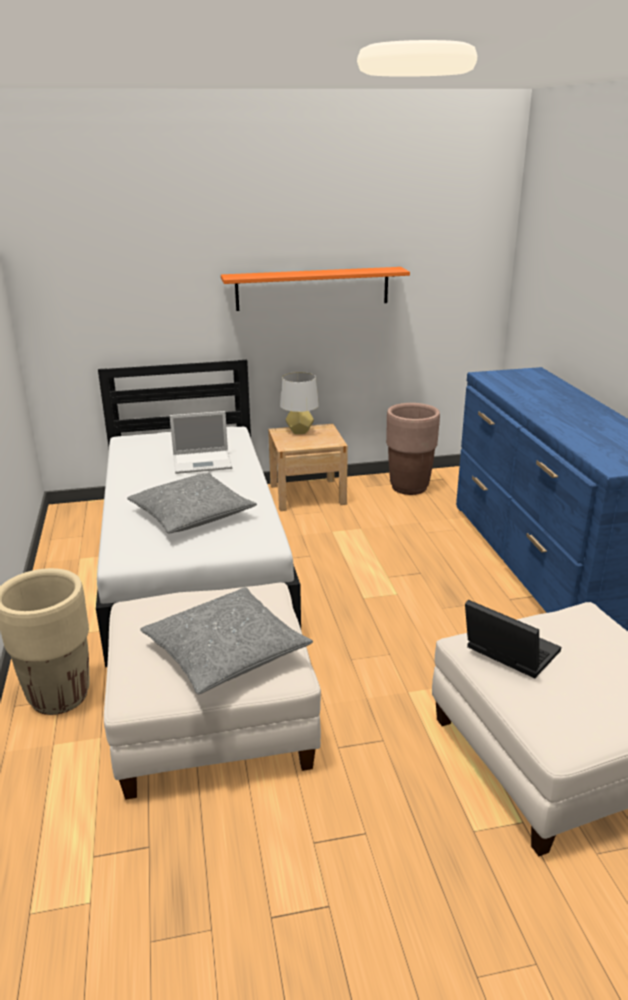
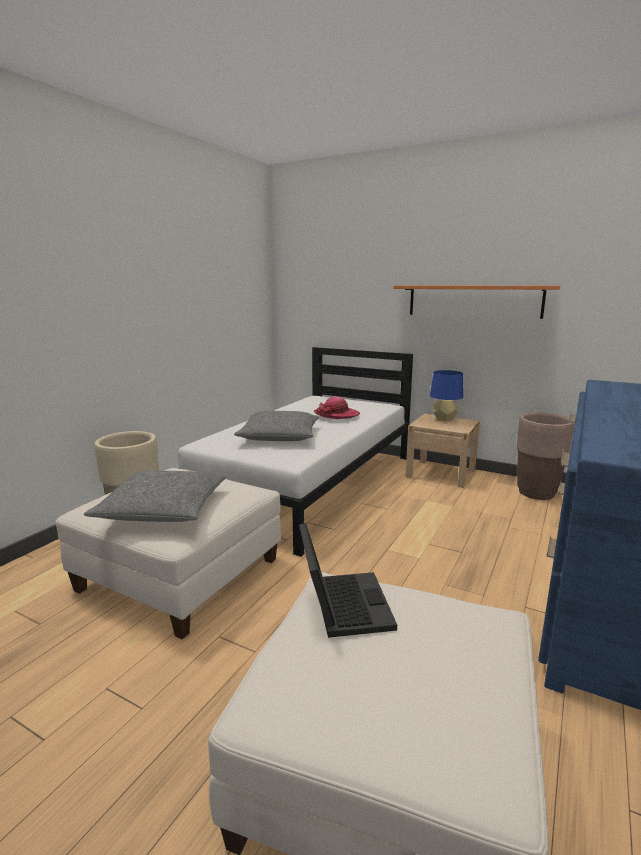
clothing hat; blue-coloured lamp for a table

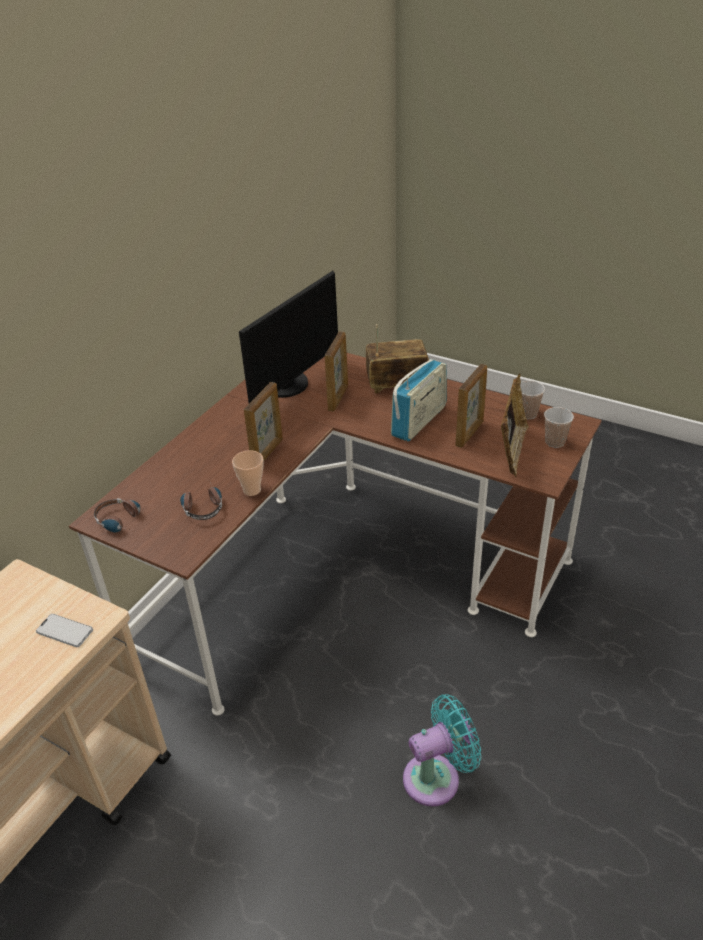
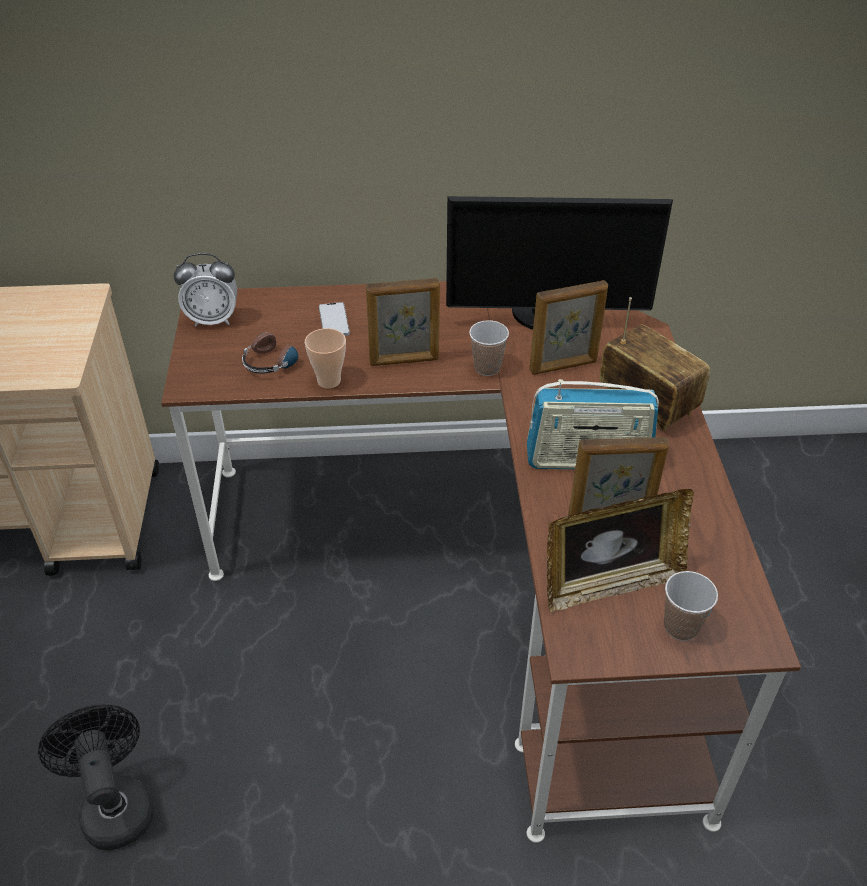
turquoise fan; black fan; phone; cup (no. 2 from left); bedside clock

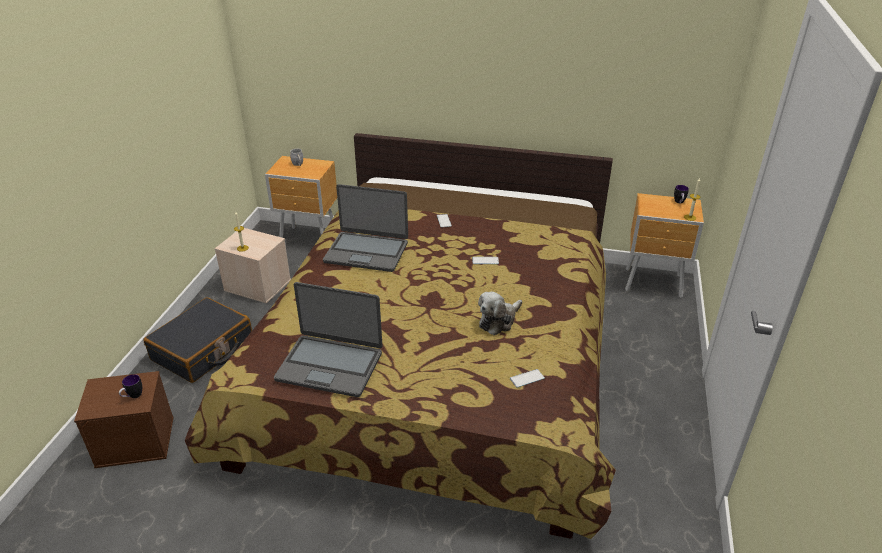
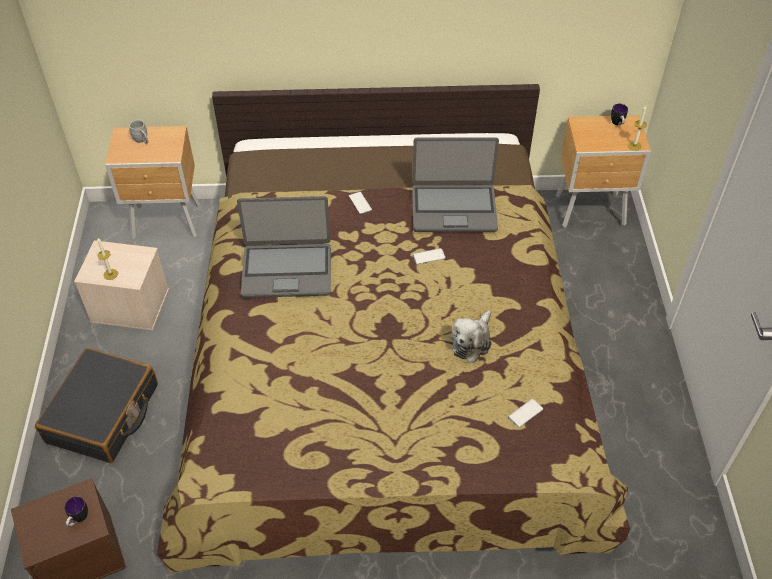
notebook computer (no. 2 from left)

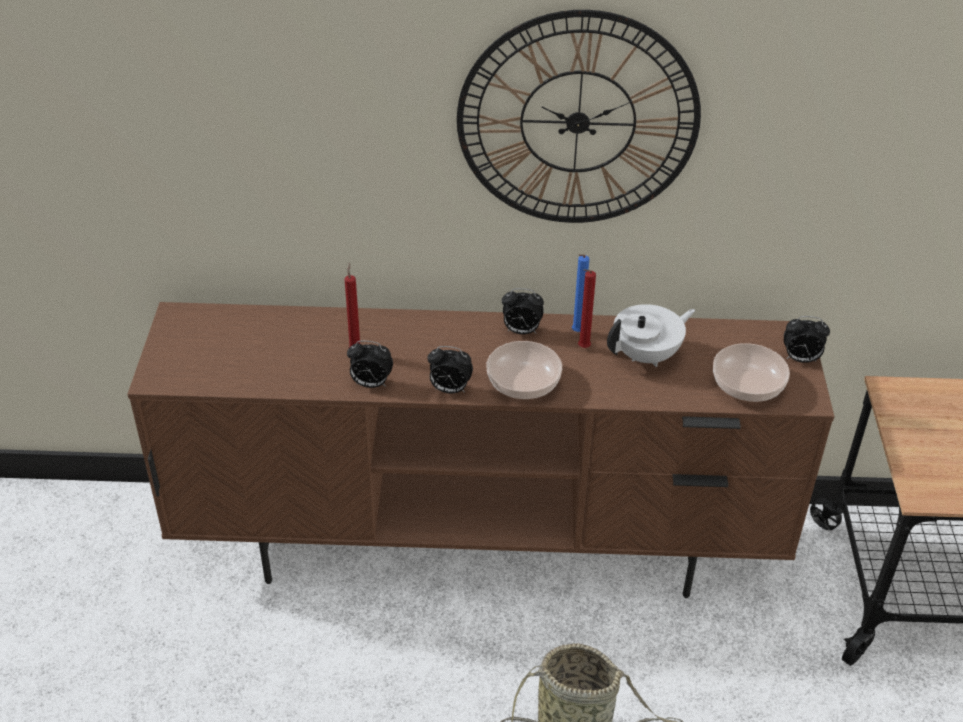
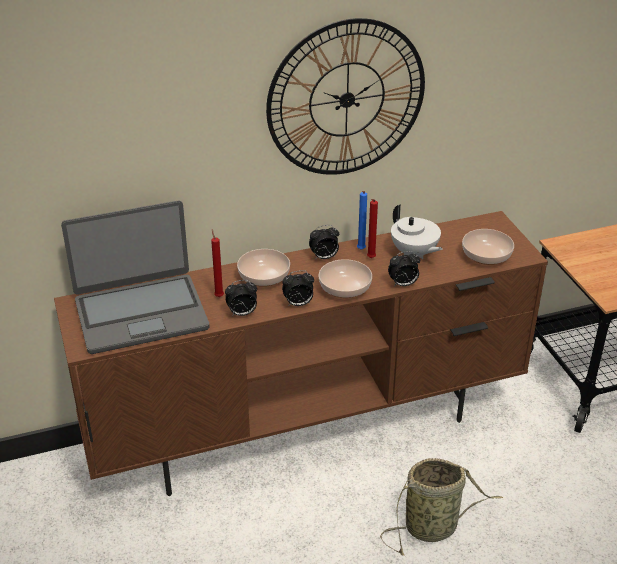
notebook computer; serving bowl (no. 1 from left); bedside clock (no. 4 from left); white-coloured pot for tea

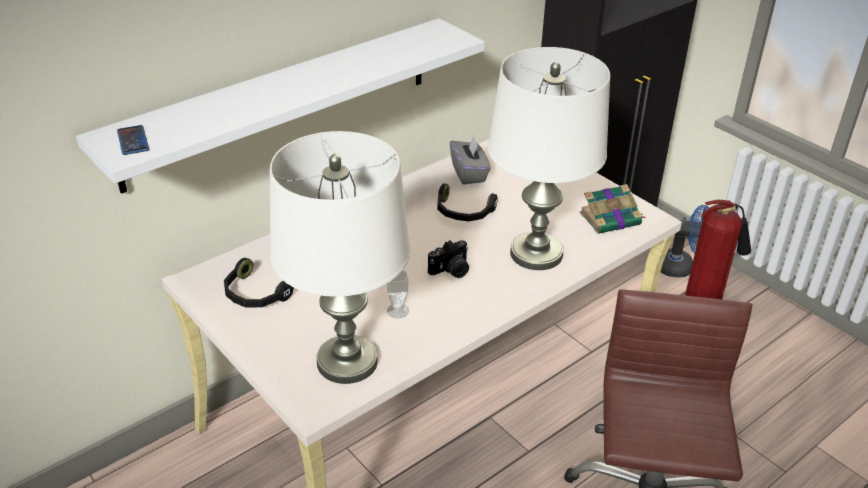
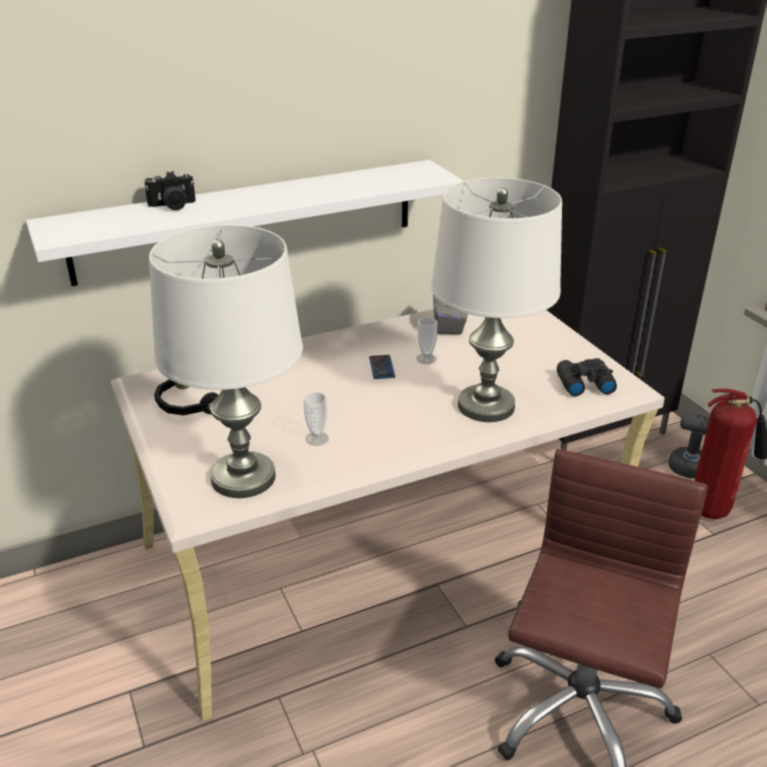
phone; photo camera; cup (no. 2 from left); black field glasses

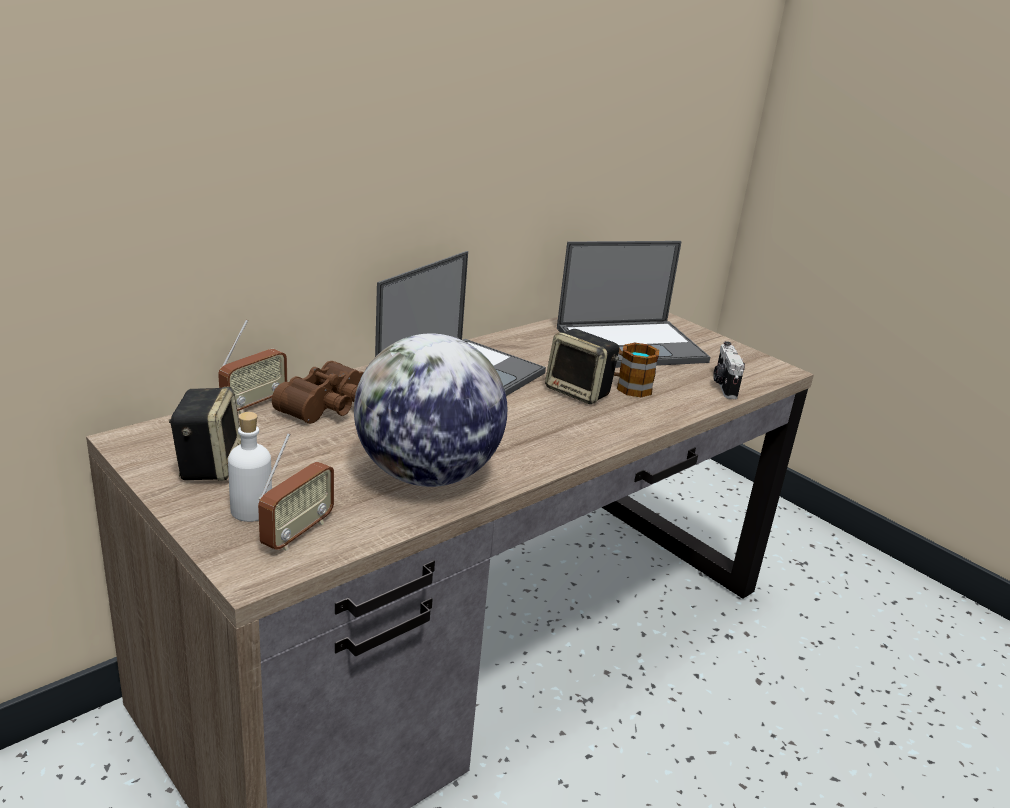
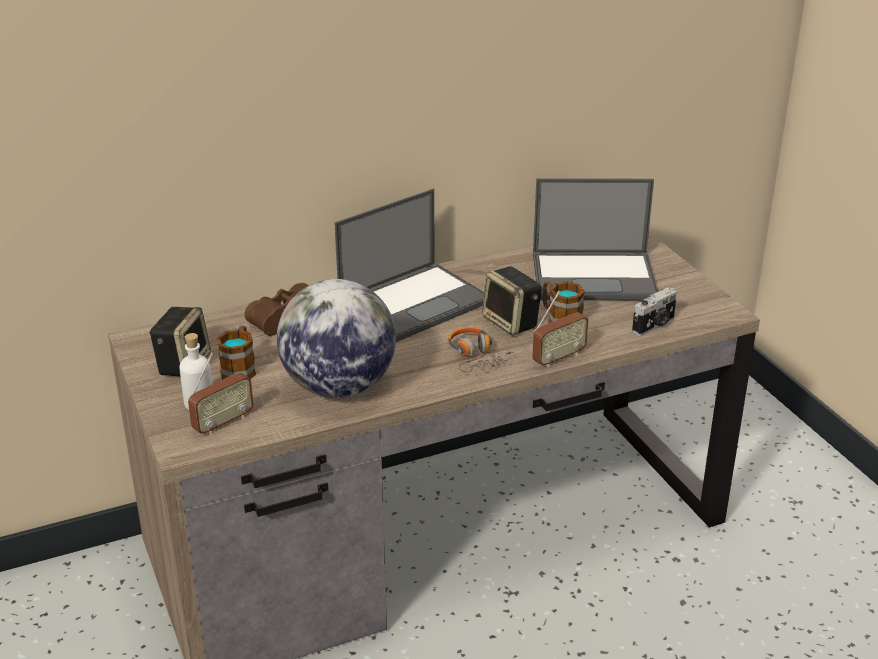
tea mug (no. 1 from left); headset; radio receiver (no. 2 from left); photo camera

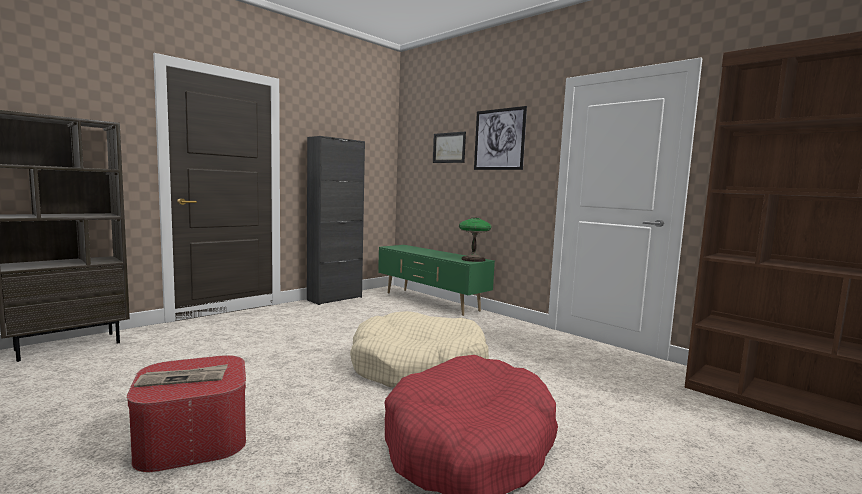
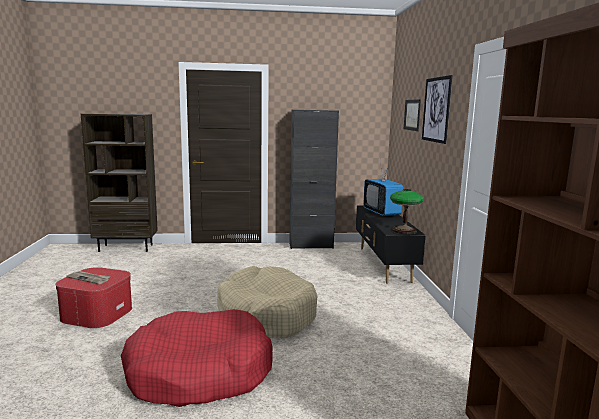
TV; black tv unit

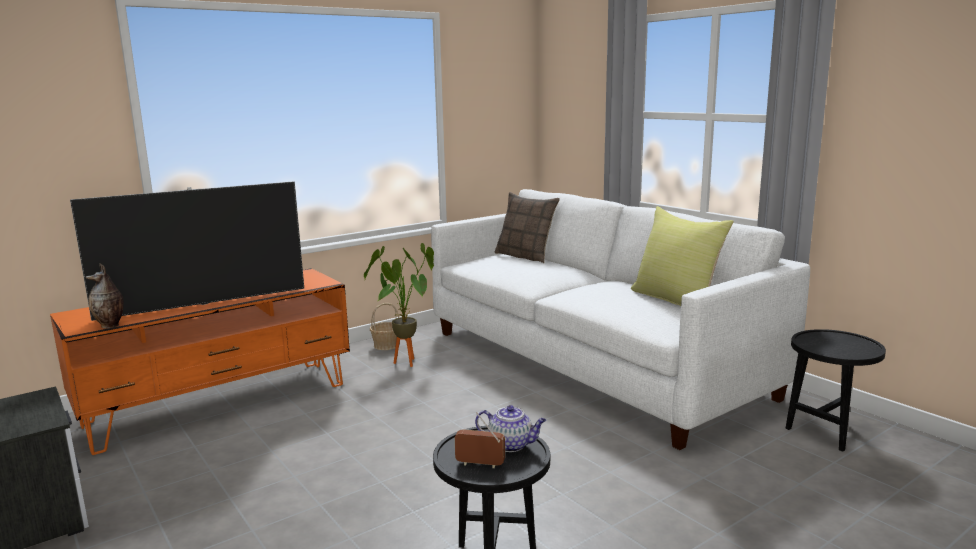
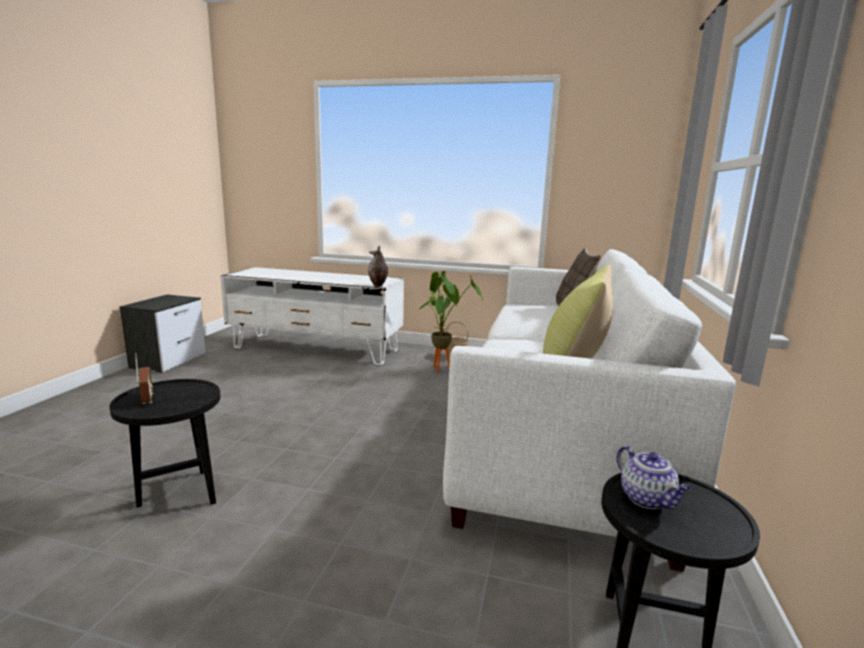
TV; flower vase; pot for tea; white-coloured tv unit

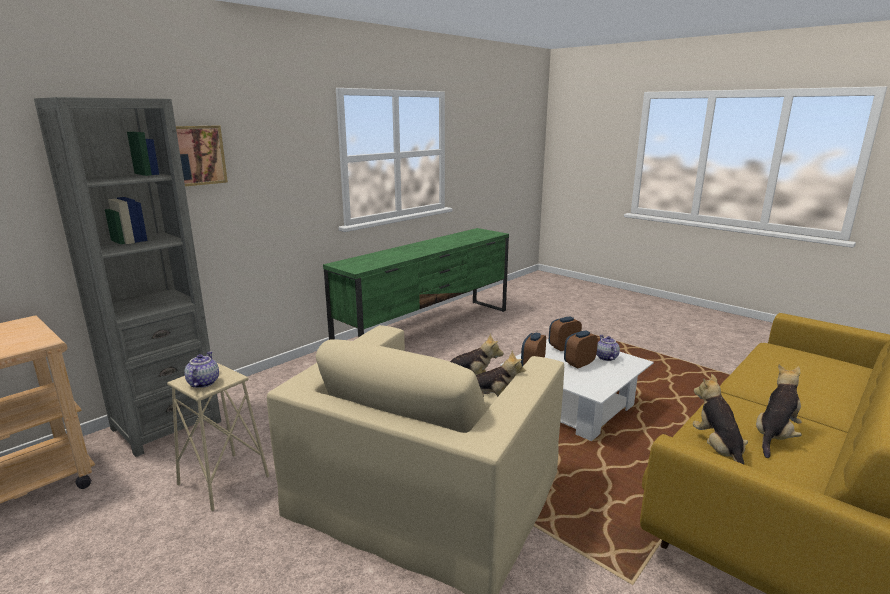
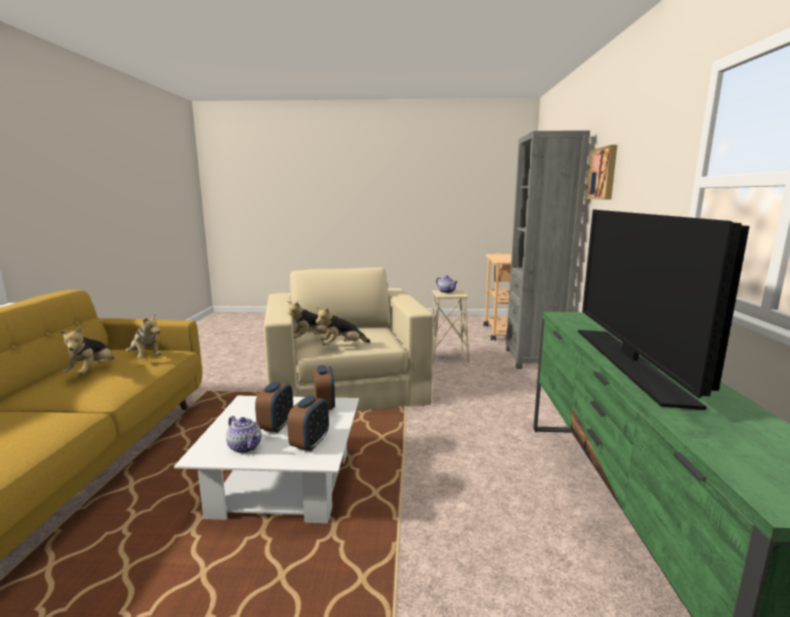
TV

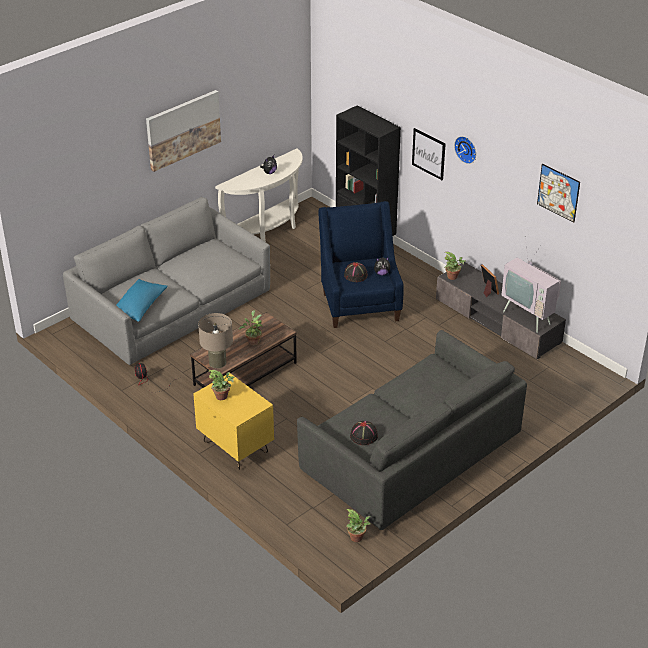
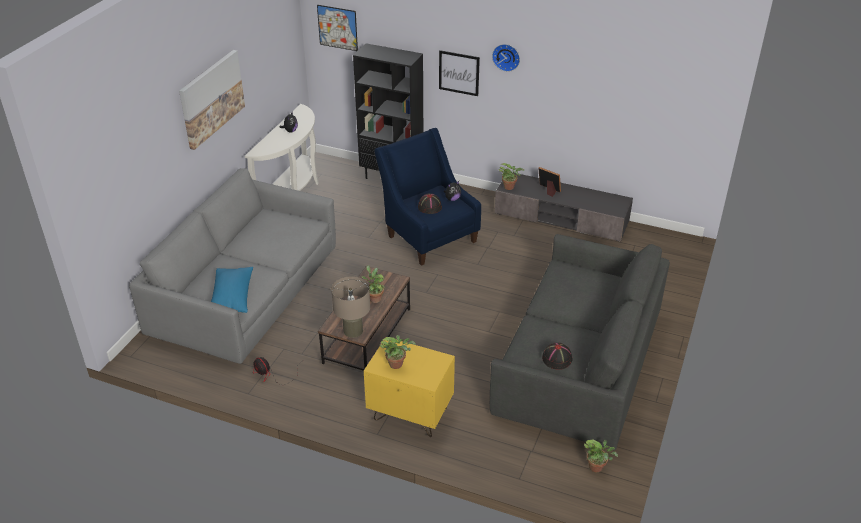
TV; wall art (no. 2 from left)

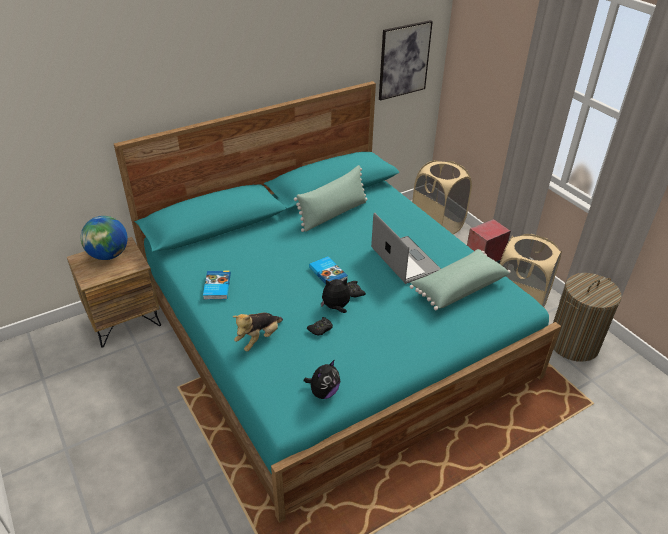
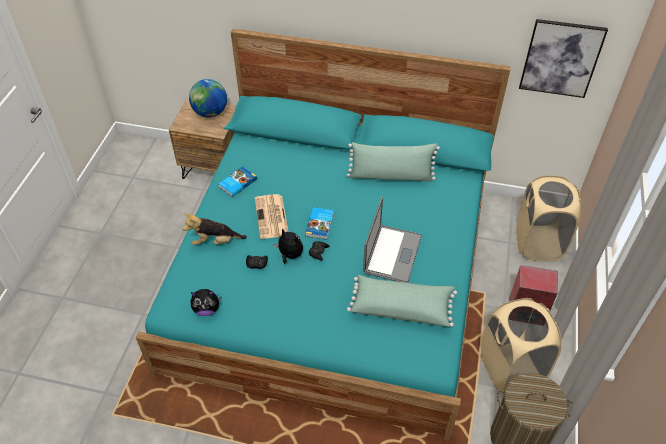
printed paper

